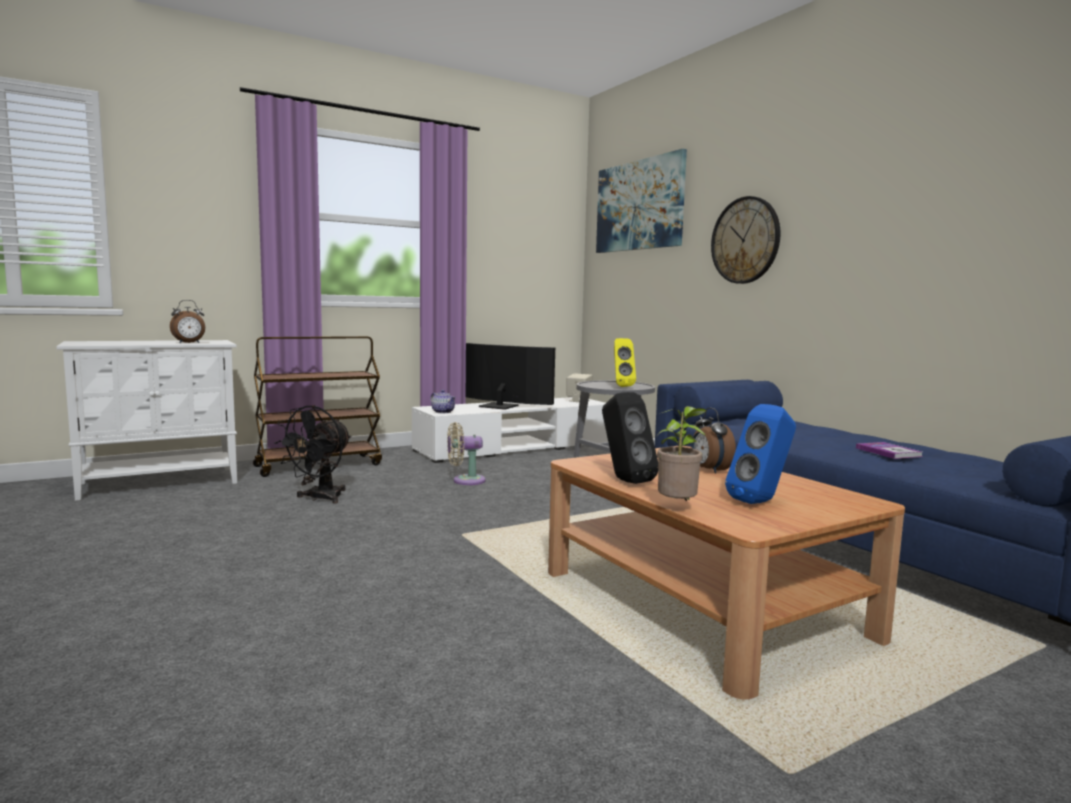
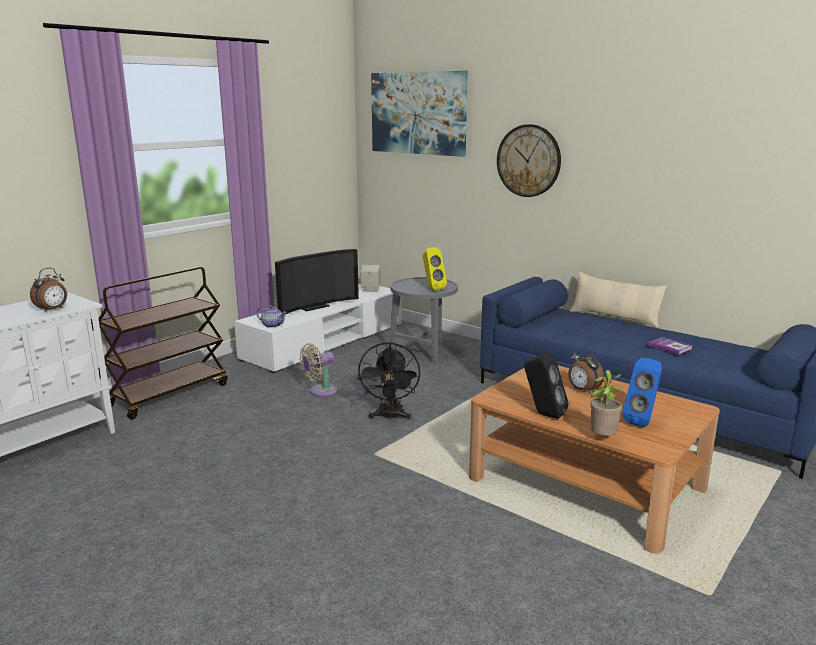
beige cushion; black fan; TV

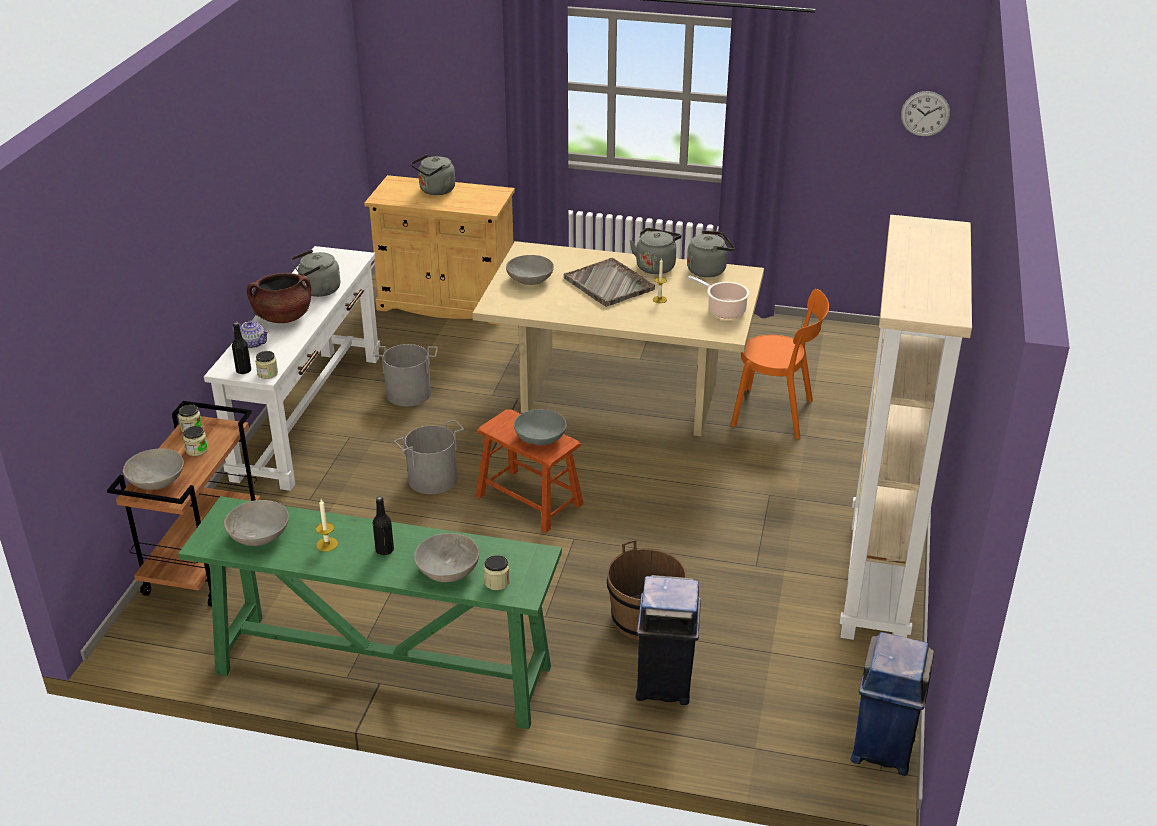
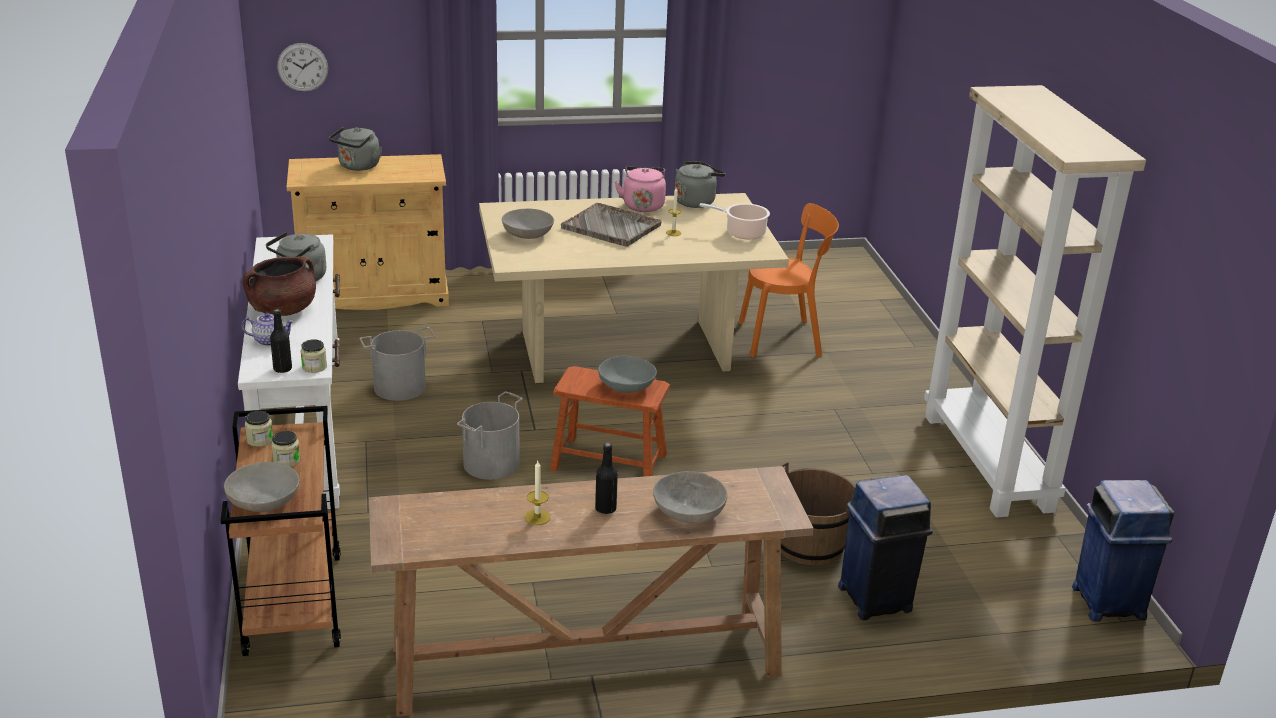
gray serving bowl (no. 2 from left in the first image); preserve jar (no. 4 from left in the first image); clock on the wall; brown console table; pink-coloured kettle

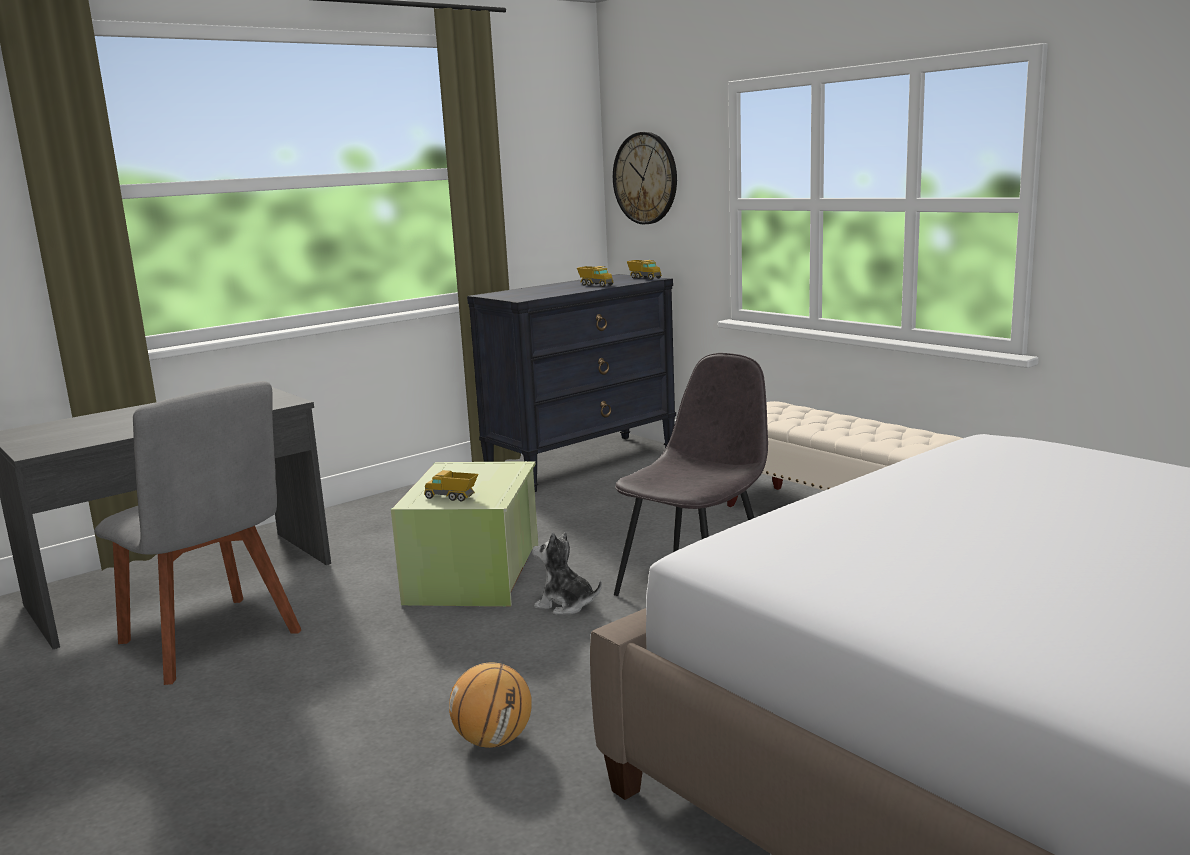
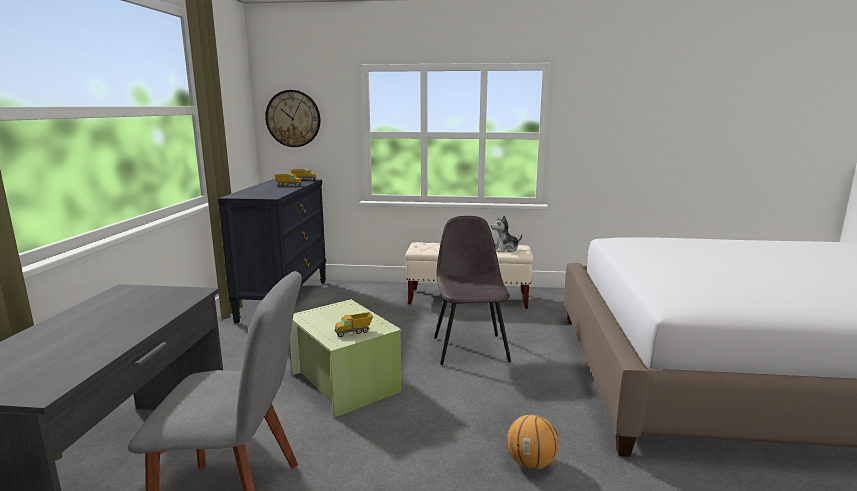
plush toy

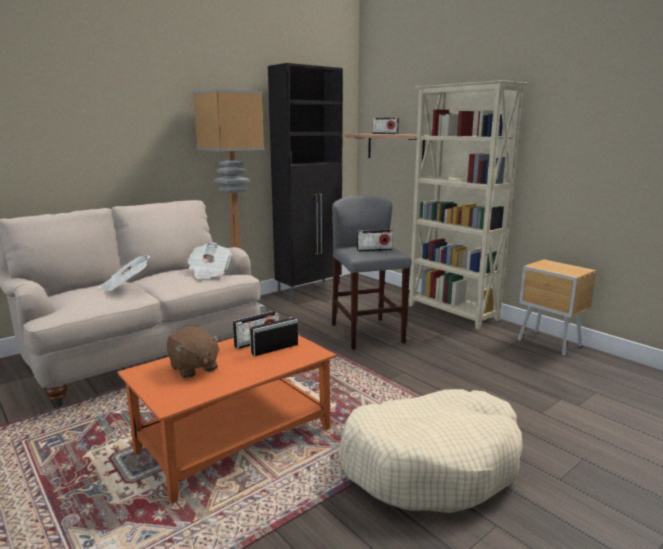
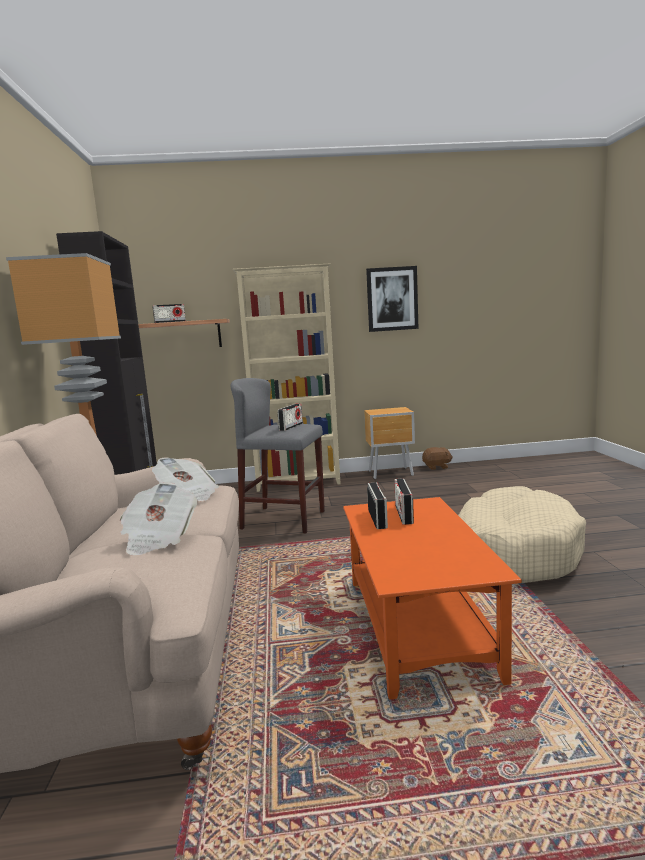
wall art; brown plush toy

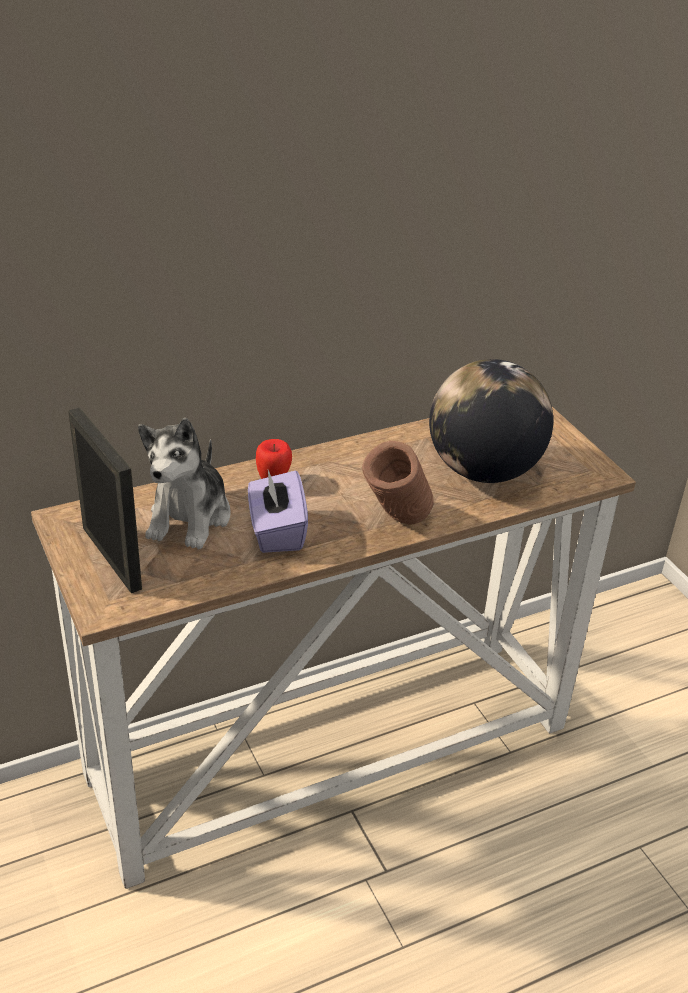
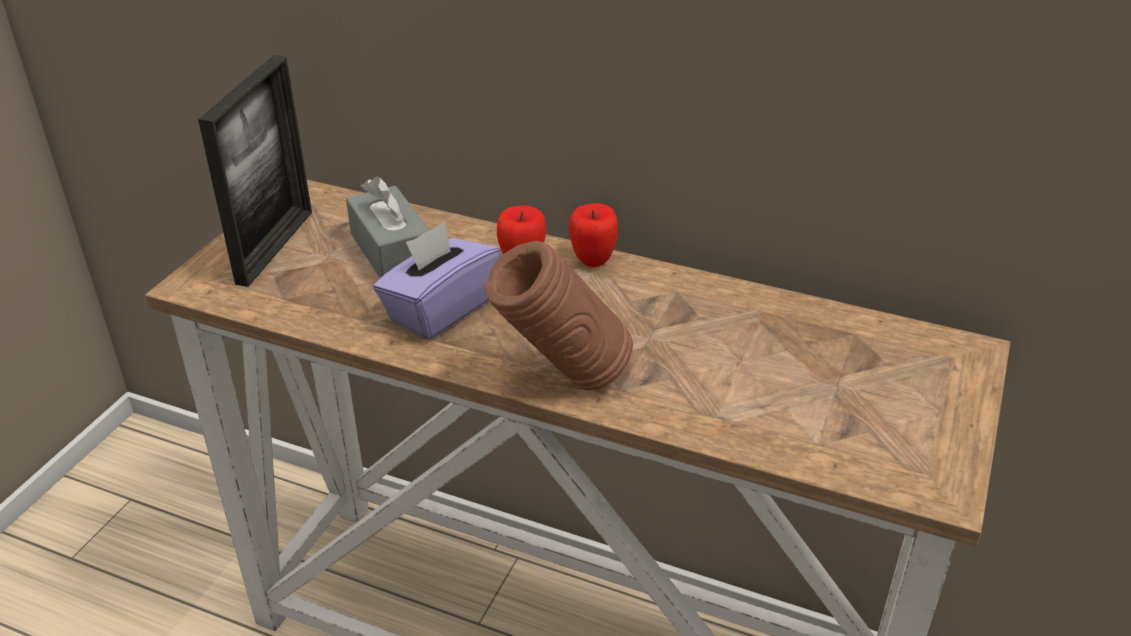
globe; whole apple (no. 2 from left); gray box of tissues

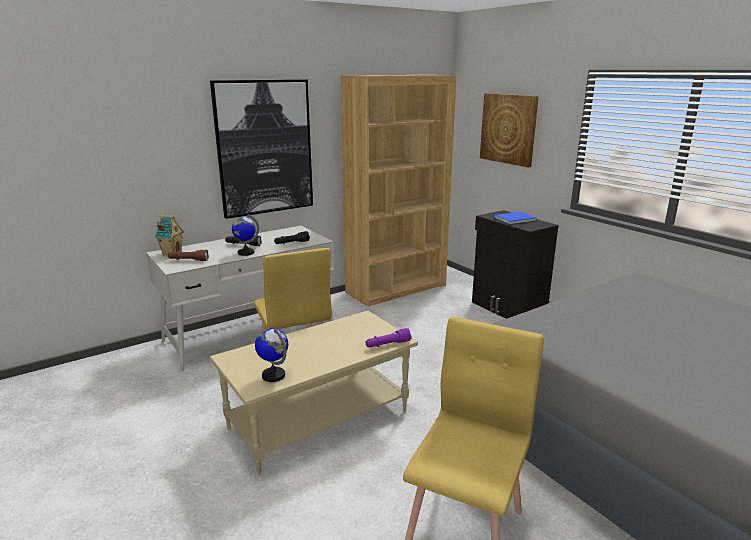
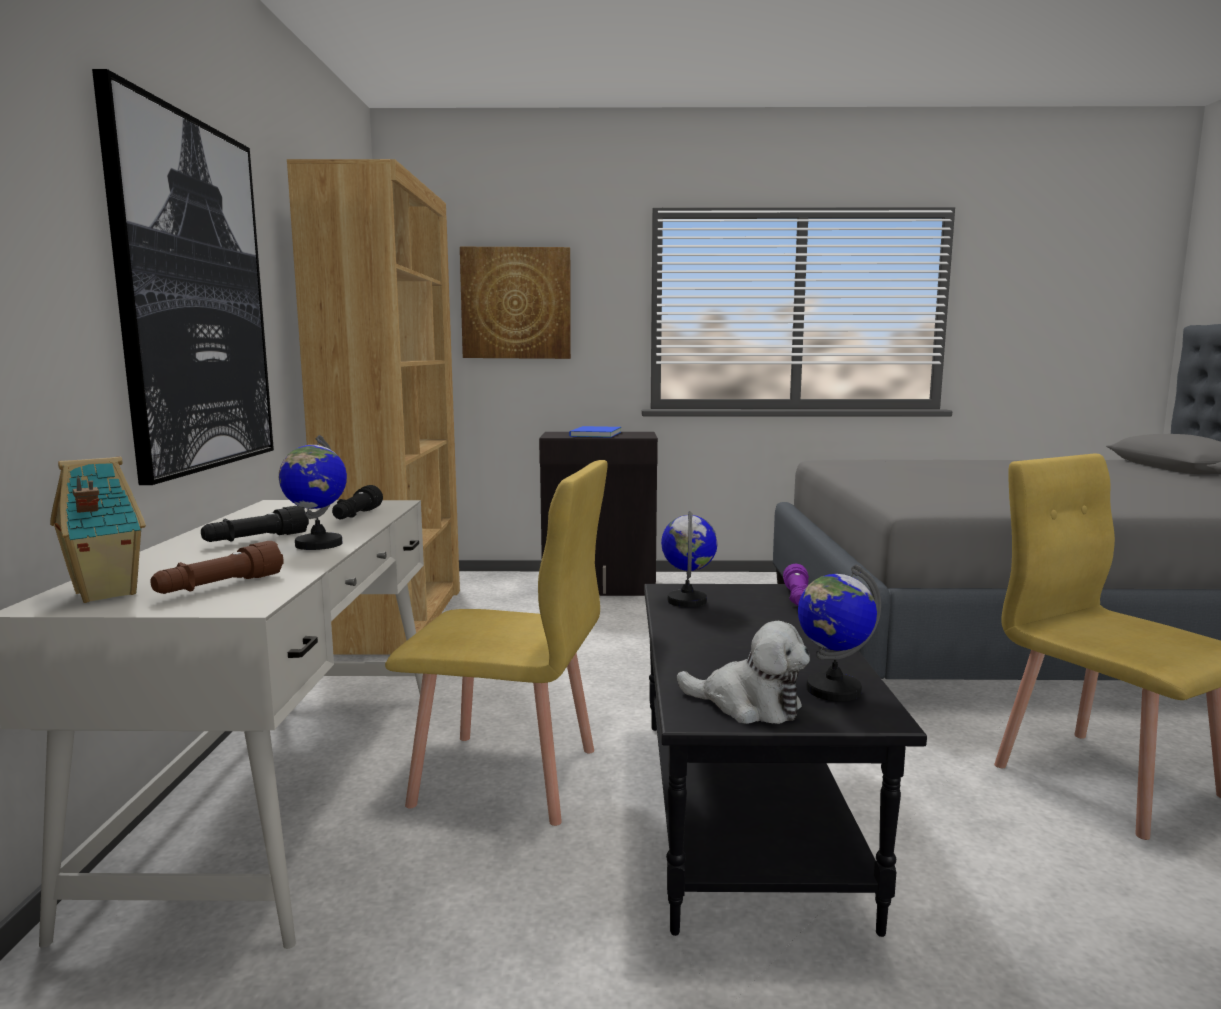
globe (no. 2 from left); plush toy; black lounge table

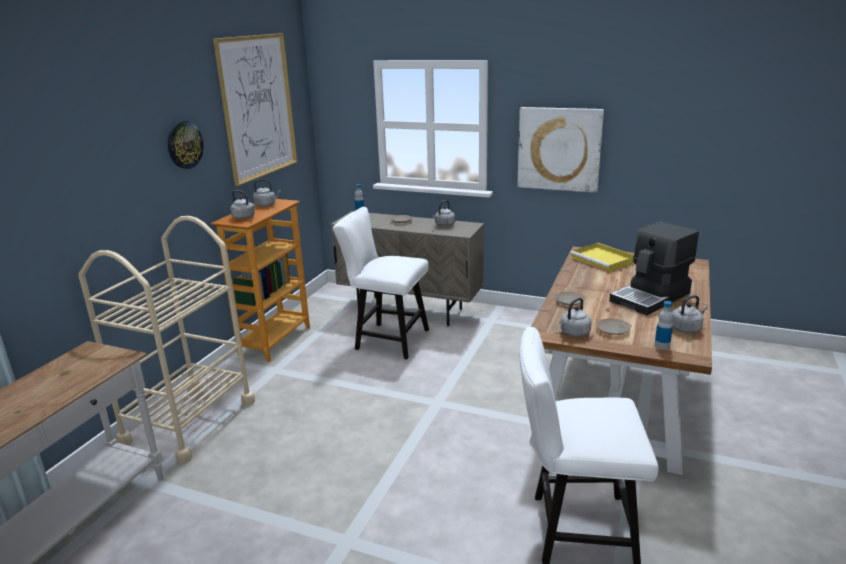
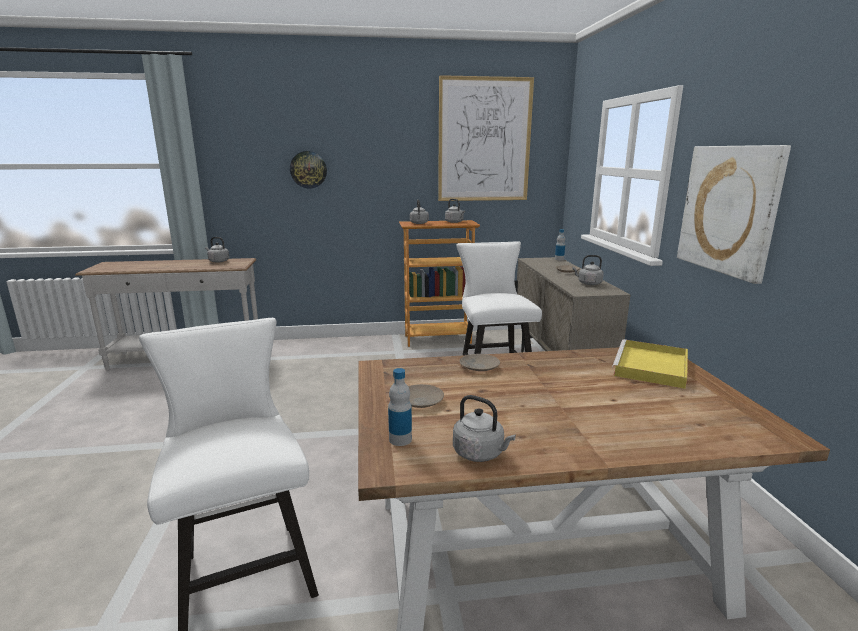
beige cart; coffee machine; clock on the wall; gray kettle (no. 1 from left)

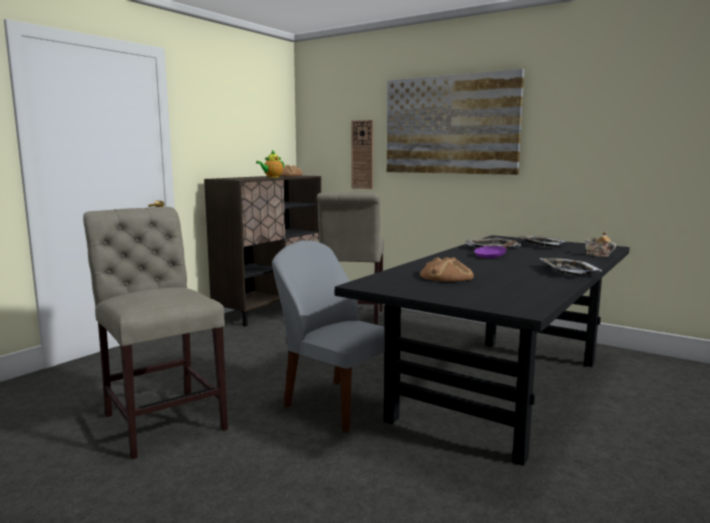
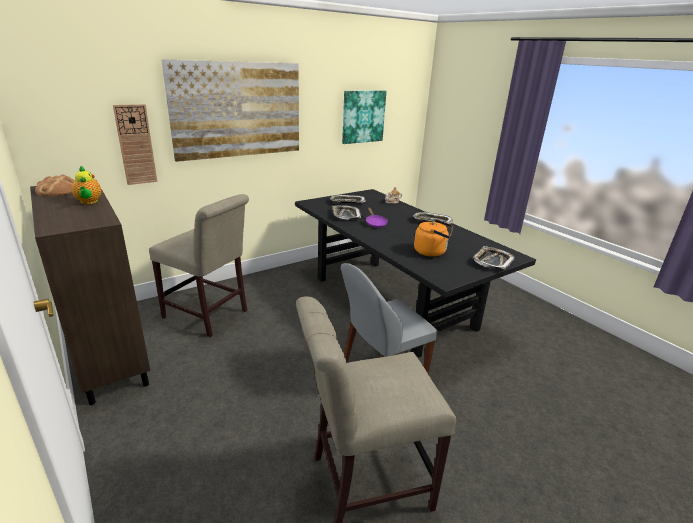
wall art (no. 2 from left); serving tray (no. 4 from left); orange-coloured kettle

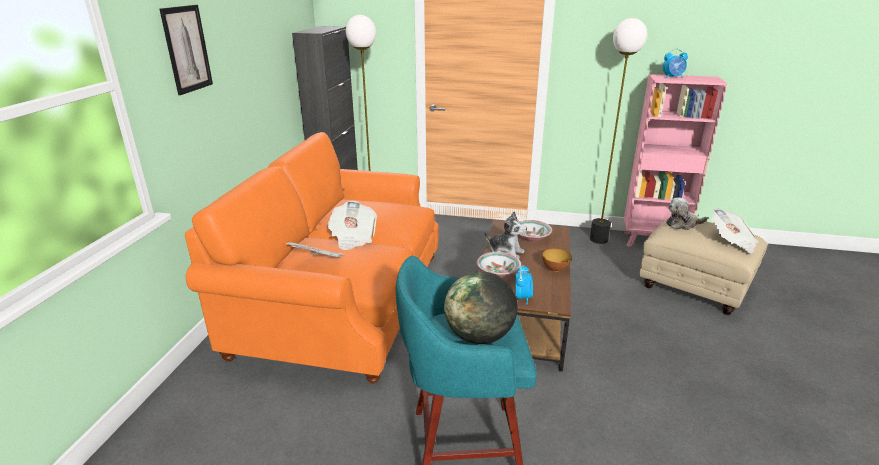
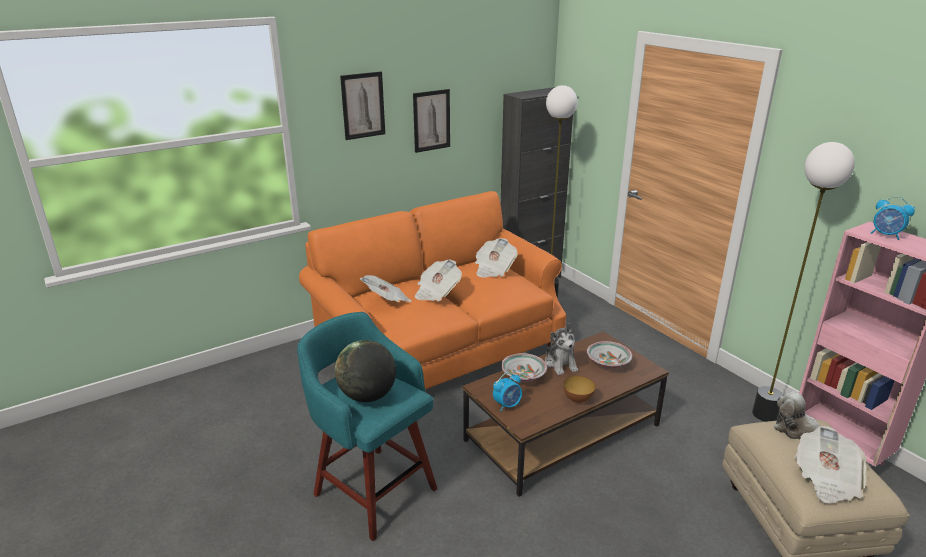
wall art (no. 2 from left); printed paper (no. 3 from left)

